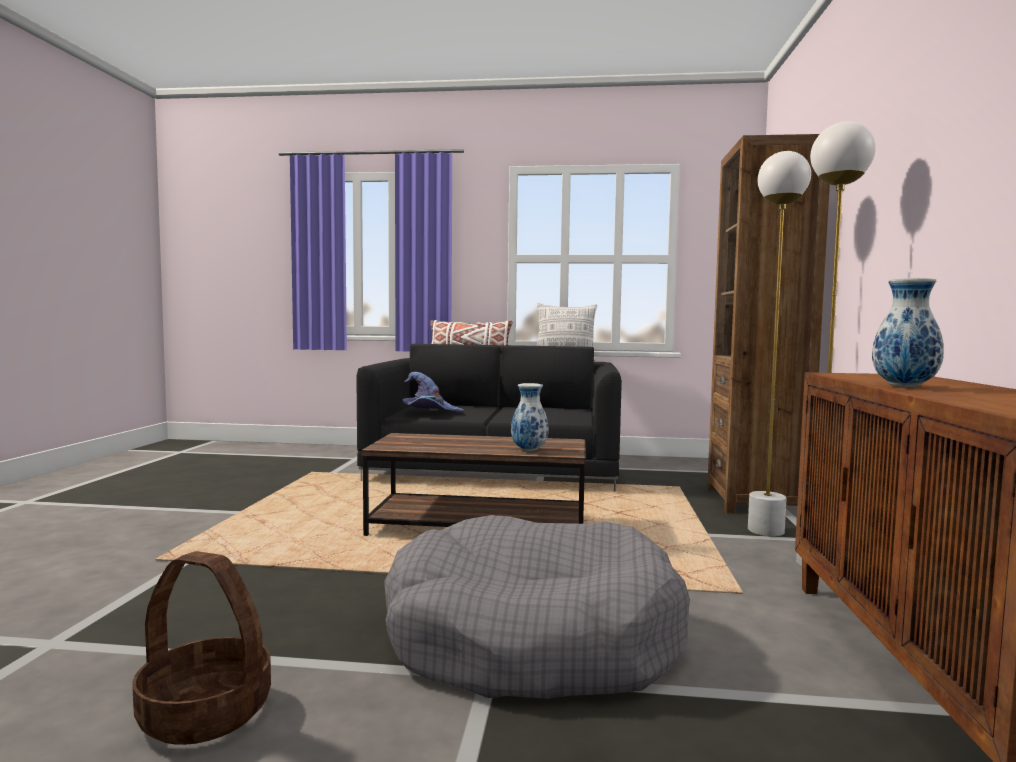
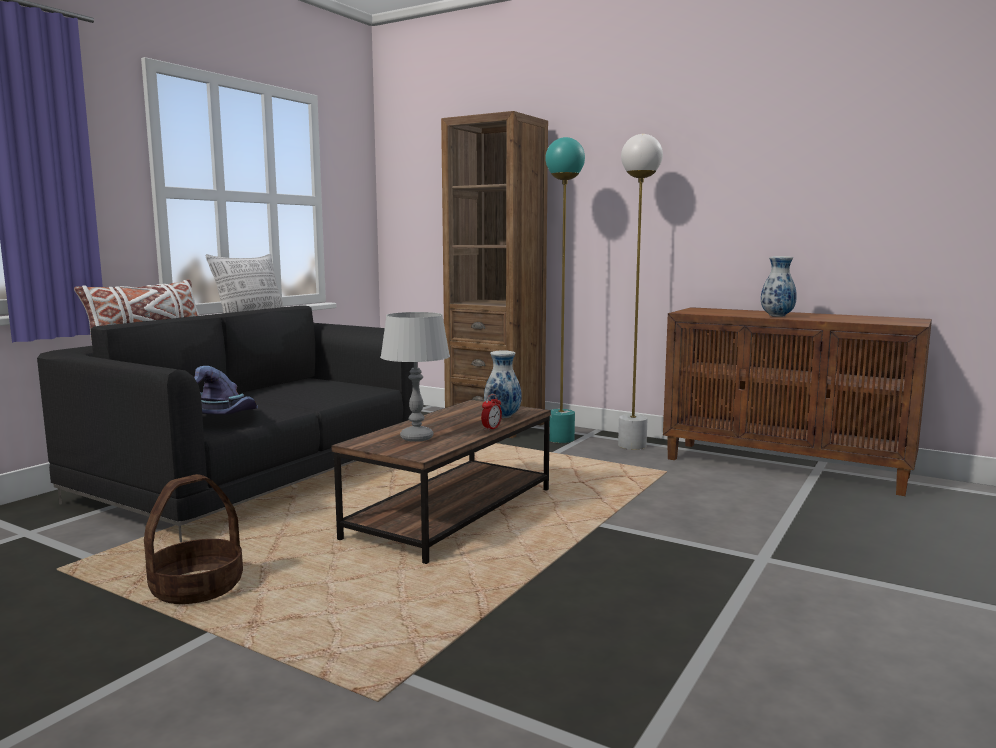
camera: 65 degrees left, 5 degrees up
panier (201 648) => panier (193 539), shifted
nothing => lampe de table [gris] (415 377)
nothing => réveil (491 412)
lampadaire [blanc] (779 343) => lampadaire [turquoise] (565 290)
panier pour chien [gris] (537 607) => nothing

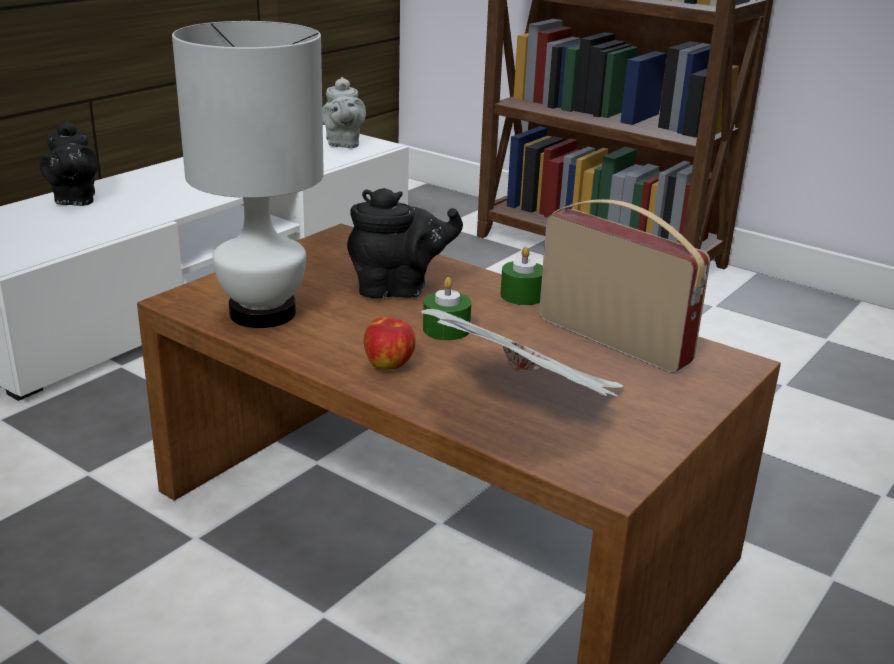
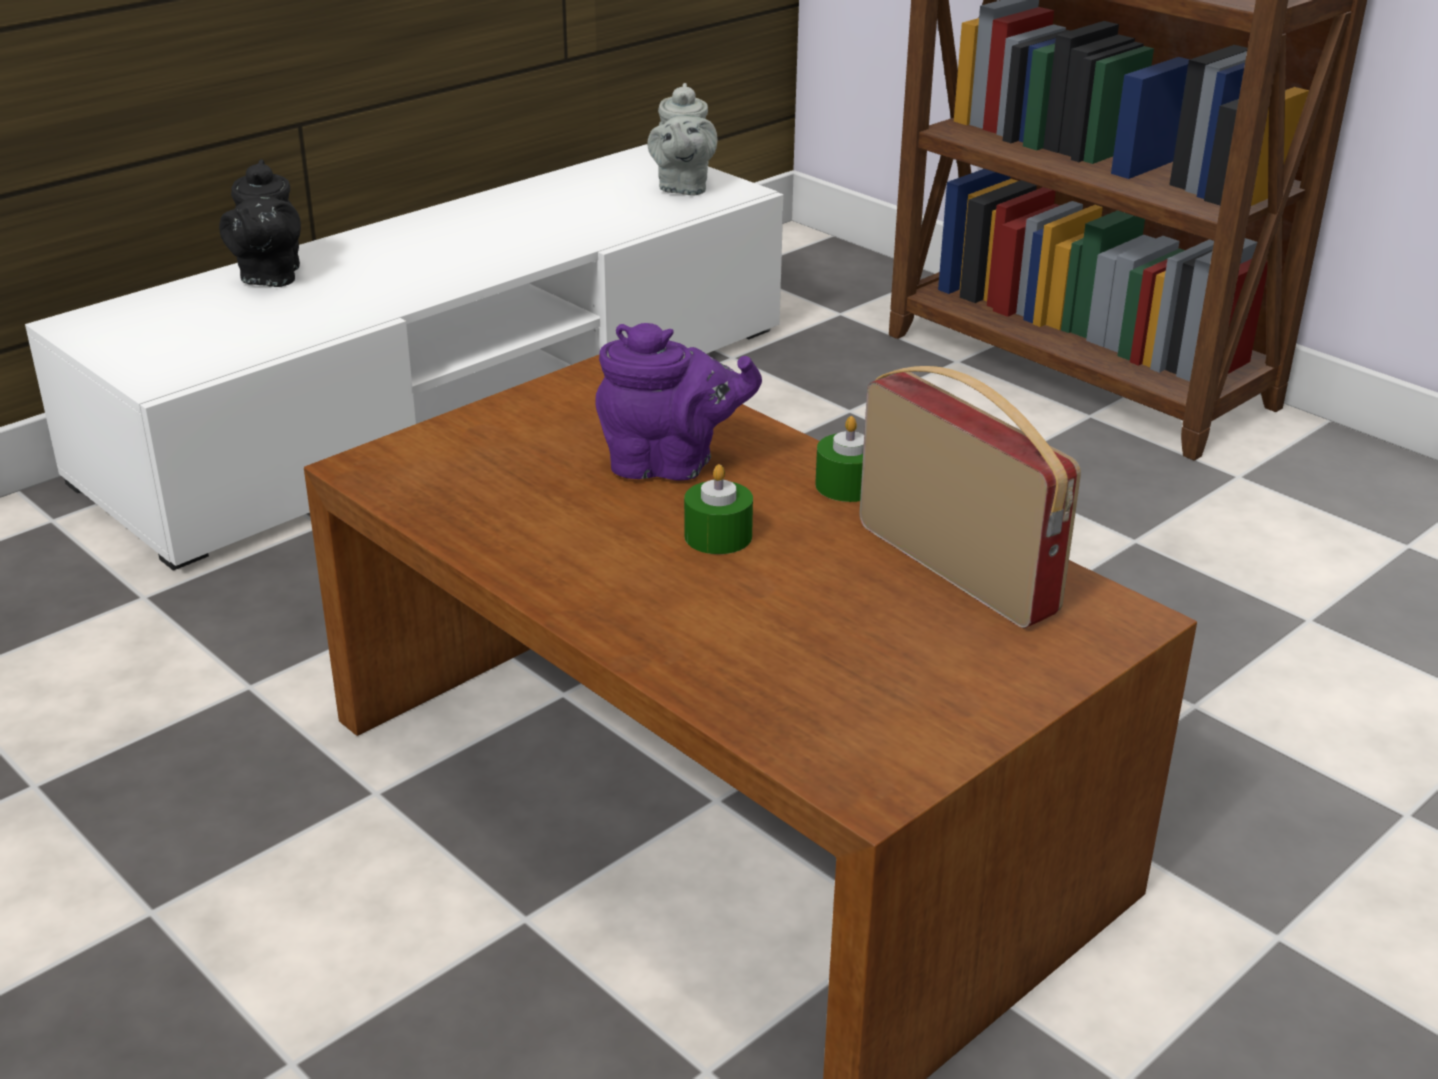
camera: 10 degrees right, 5 degrees up
théière [noir] (405 243) => théière [violet] (678 401)
lampe de table [blanc] (248 174) => nothing
pomme (390 343) => nothing
journal (522 353) => nothing

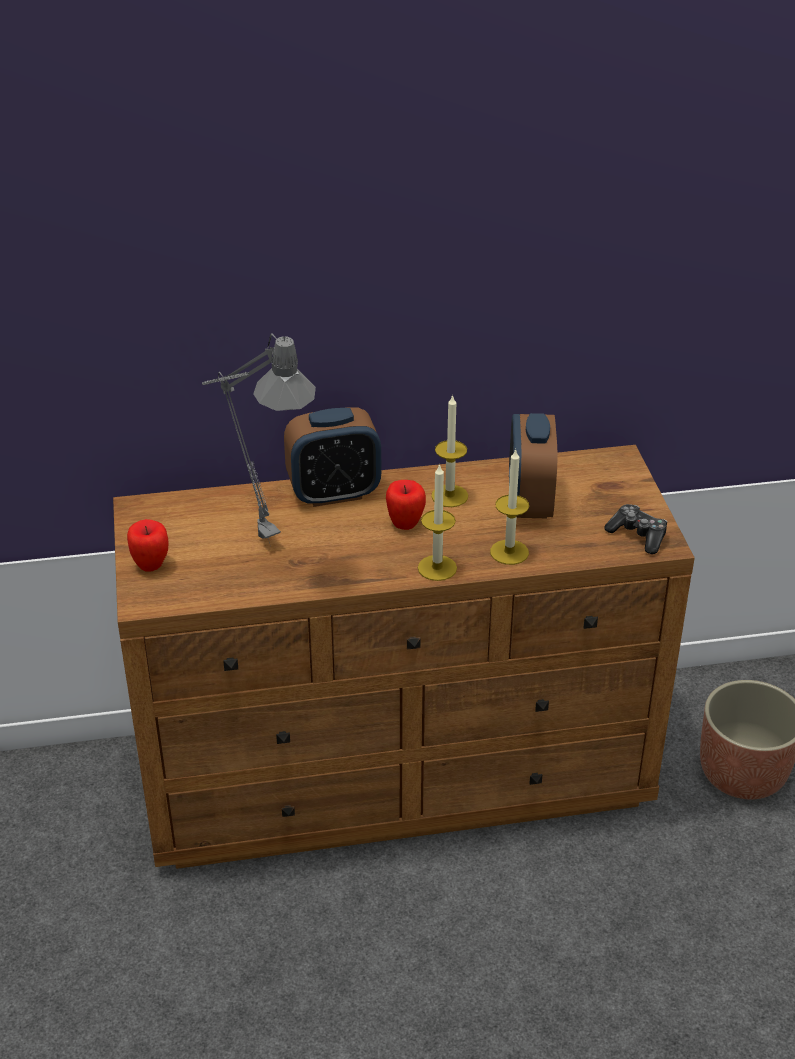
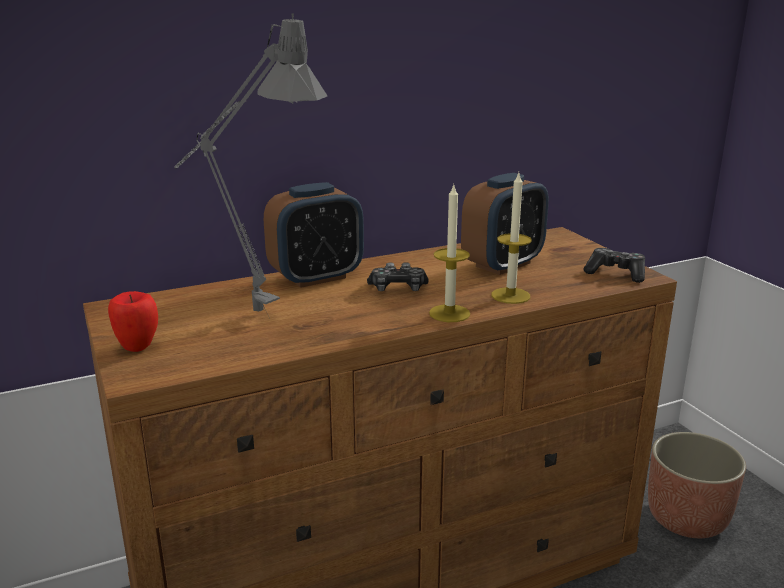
camera: 15 degrees left, 15 degrees down
pomme (406 505) => manette (398 276)
réveil (533 465) => réveil (505 224), 120 degrees counterclockwise
bougie (449 450) => nothing

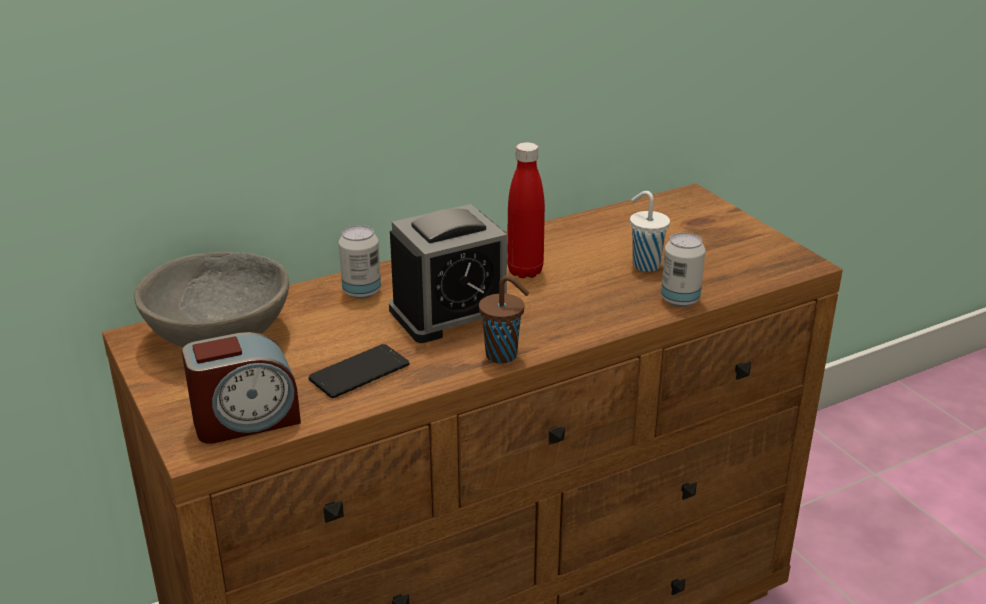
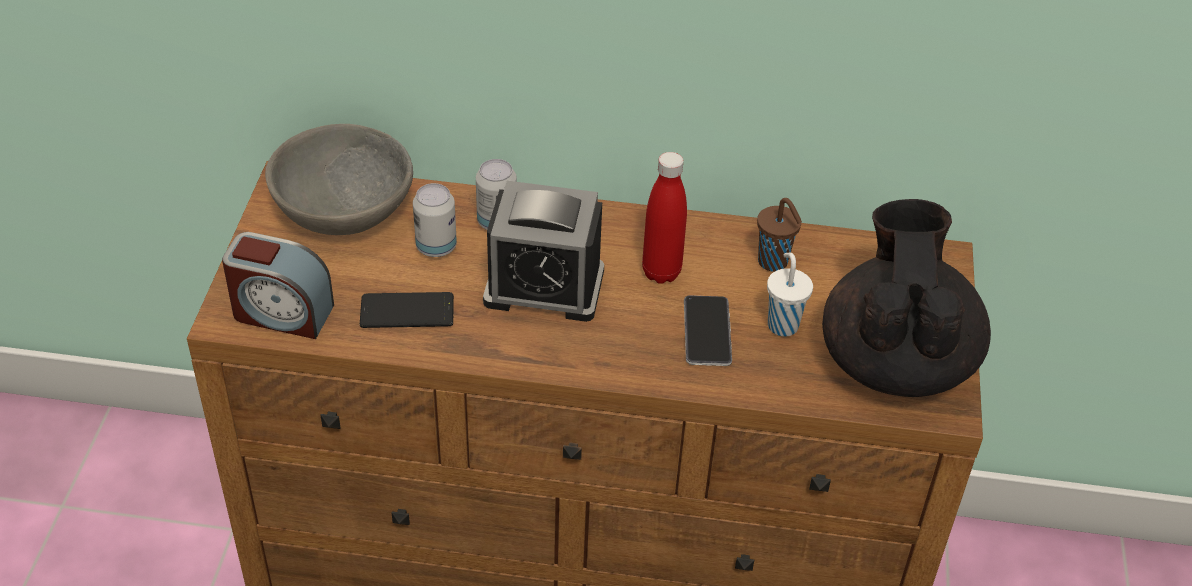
camera: 35 degrees right, 15 degrees up
boîte métallique (683 270) => boîte métallique (435 220), shifted
nothing => téléphone (708 330)
tasse [marron] (504 319) => tasse [marron] (779 235), shifted
nothing => théière [noir] (906 298)

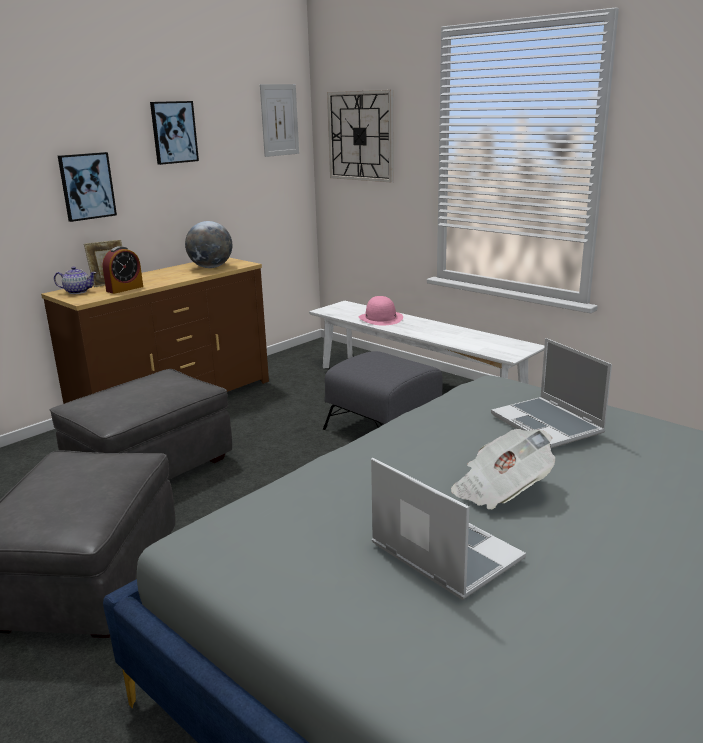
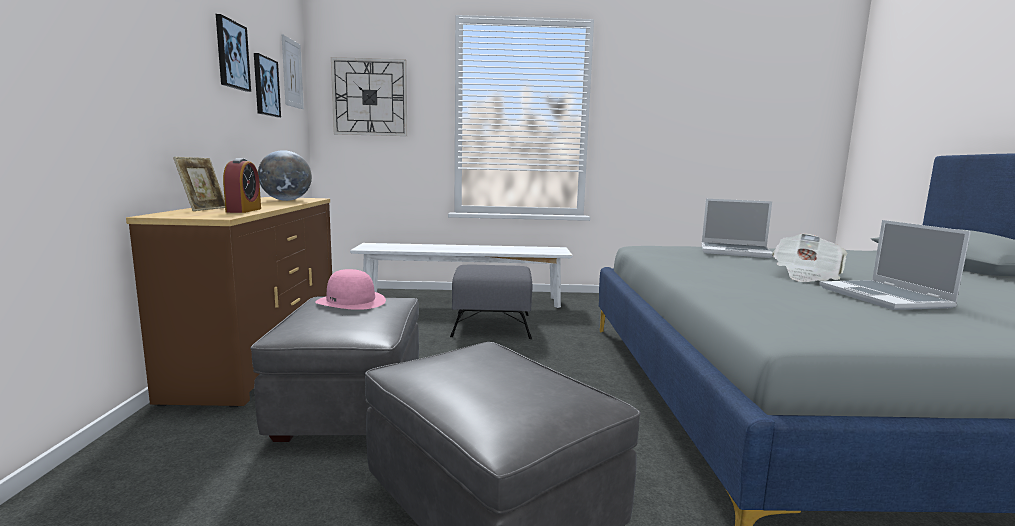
camera: 45 degrees left, 10 degrees down
tableau (87 187) => tableau (267 85), shifted
chapeau [rose] (381 310) => chapeau [rose] (350 289), shifted
ordinateur portable (448 529) => ordinateur portable (895 265), 105 degrees counterclockwise
théière (75 280) => nothing

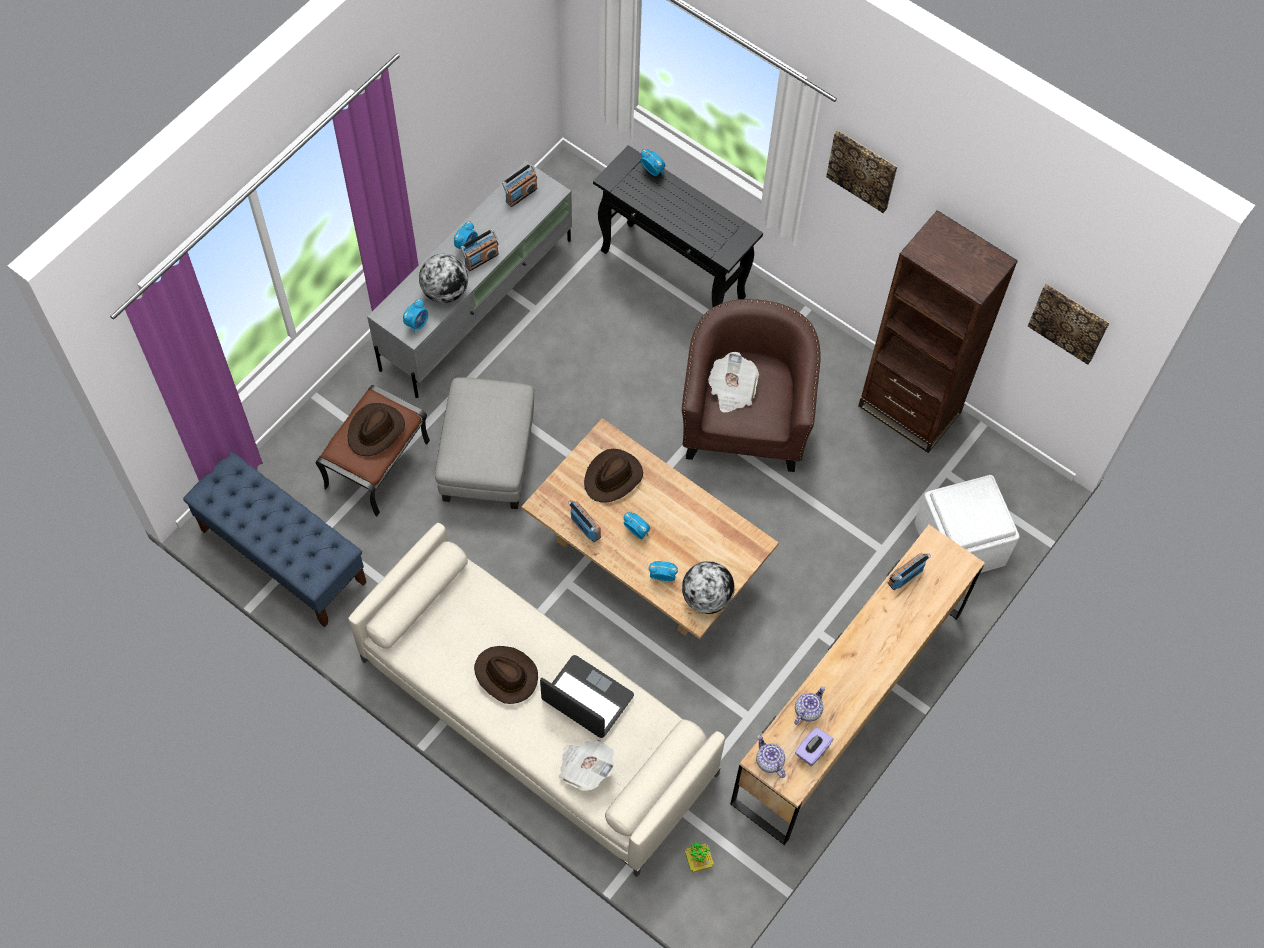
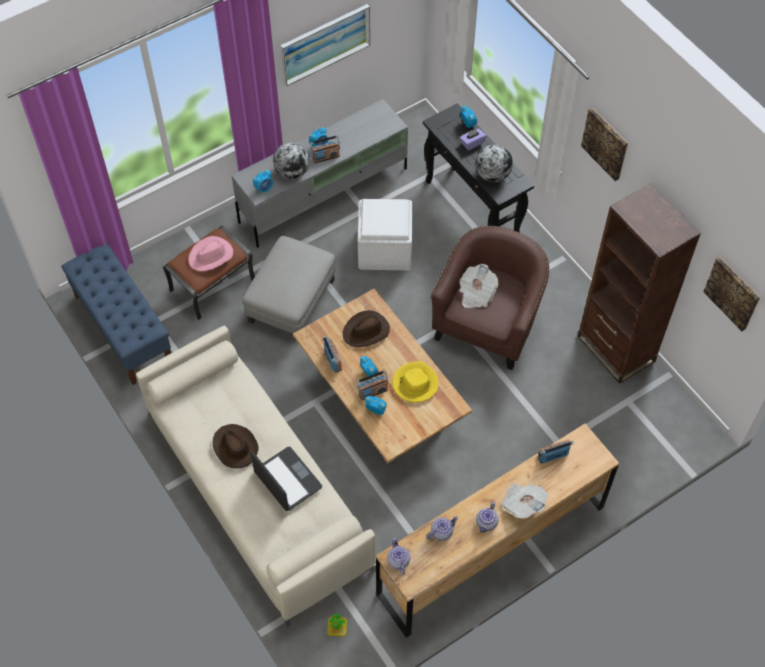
camera: 20 degrees right, 5 degrees down
chapeau [marron] (376 429) => chapeau [rose] (210 253)
nothing => tableau (325 45)
radio (520 185) => radio (372 385), shifted
pouf [blanc] (967 524) => pouf [blanc] (385 234), shifted
nothing => chapeau [jaune] (415 382)
boîte à mouchoirs [violet] (814 746) => boîte à mouchoirs [violet] (473 139), shifted
globe (708 587) => globe (494 163), shifted
nothing => théière (487 517)
journal (586 765) => journal (524 501), shifted

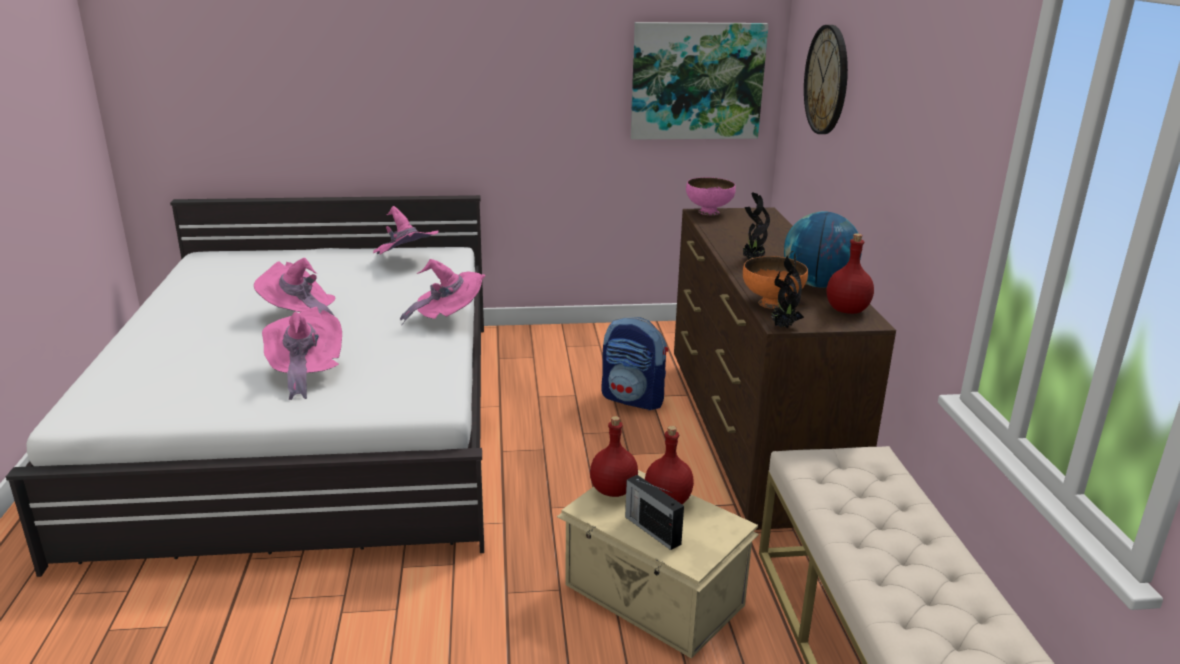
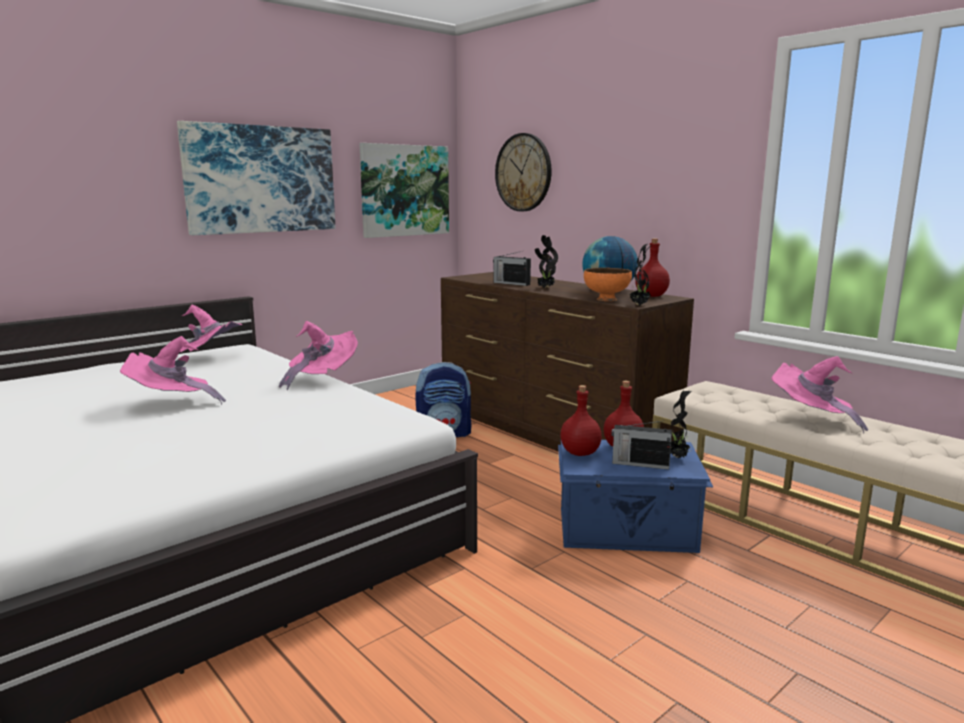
camera: 35 degrees left, 10 degrees down
nothing => tableau (256 178)
nothing => radio (512 268)
boîte de rangement [beige] (658 564) => boîte de rangement [bleu] (635 496)
nothing => plante en pot (681 424)
chapeau [rose] (302 353) => chapeau [rose] (819 395), shifted
bol [rose] (711 196) => nothing

